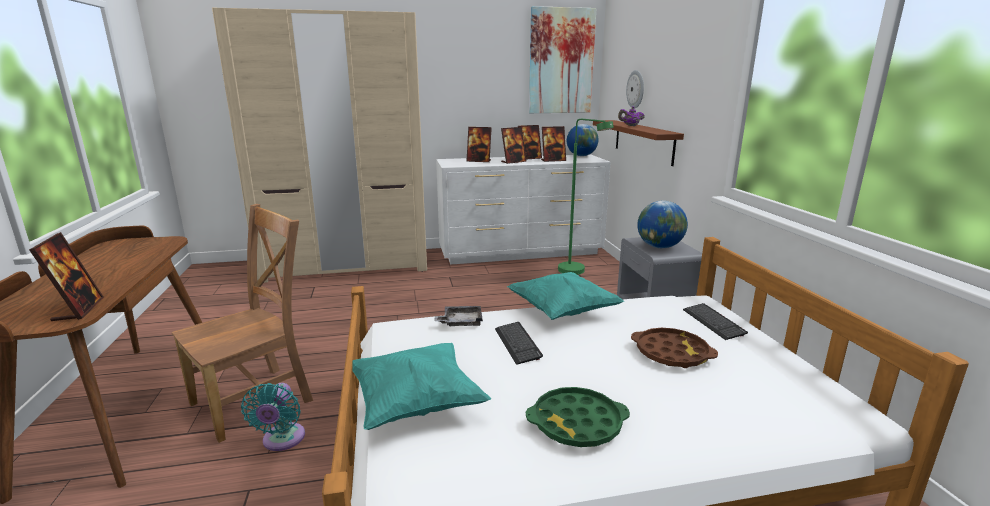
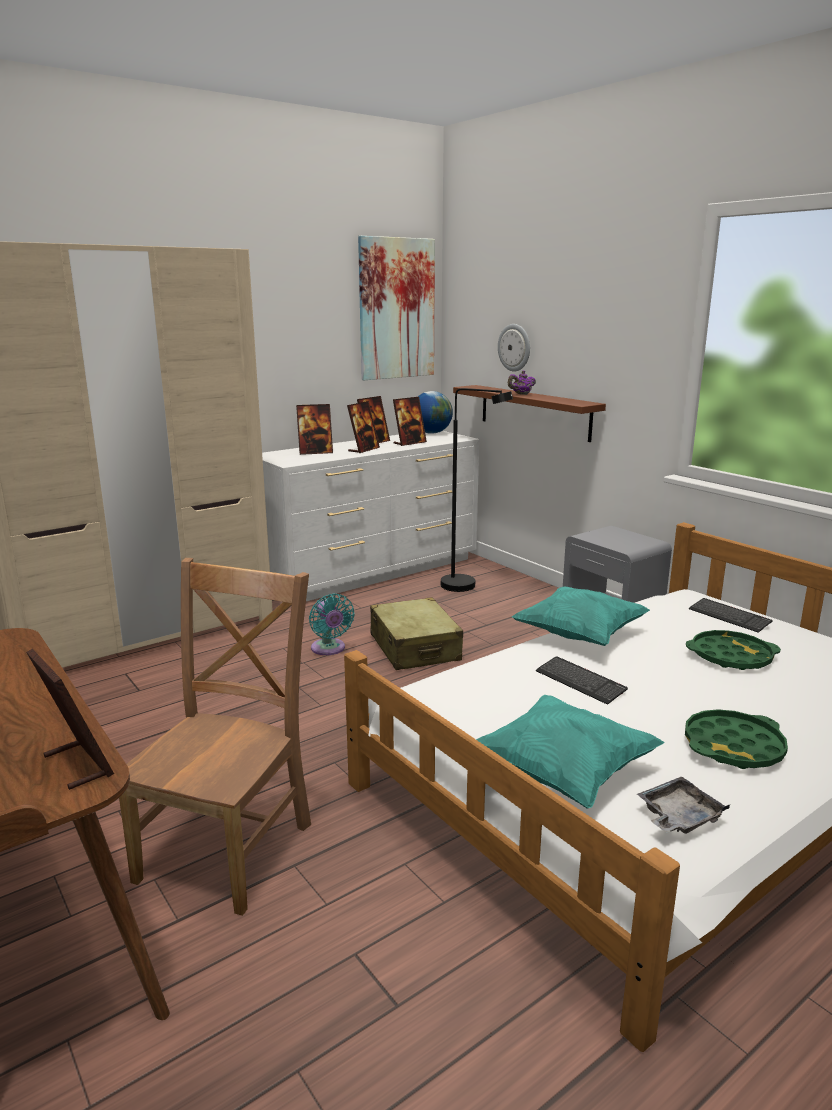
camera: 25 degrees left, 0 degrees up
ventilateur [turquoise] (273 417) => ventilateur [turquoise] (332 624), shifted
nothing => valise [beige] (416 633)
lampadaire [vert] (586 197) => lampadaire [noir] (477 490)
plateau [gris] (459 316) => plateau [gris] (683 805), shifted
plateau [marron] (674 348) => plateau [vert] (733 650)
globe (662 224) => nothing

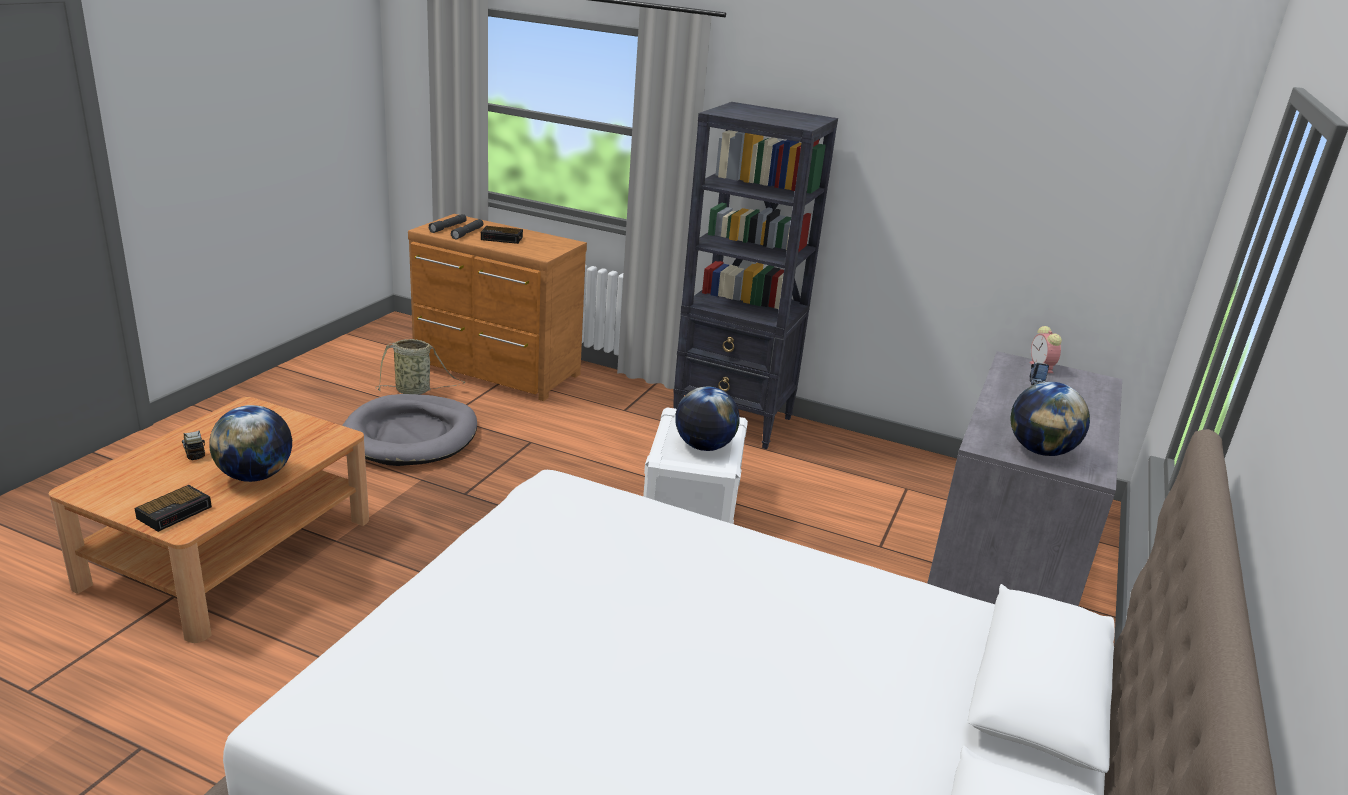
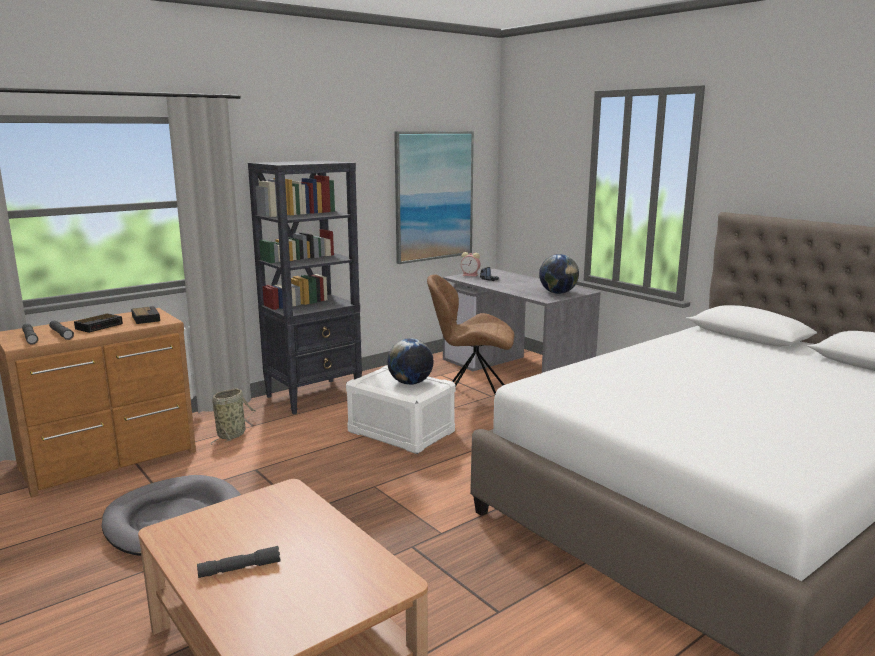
camera: 60 degrees left, 10 degrees down
réveil (173 508) => réveil (145 315), shifted
camion jouet (193 445) => lampe de poche [gris] (238 562)
panier (421 367) => panier (233 416), shifted
nothing => tableau (434 197)
nothing => chaise [marron] (470 334)
globe (250 443) => nothing

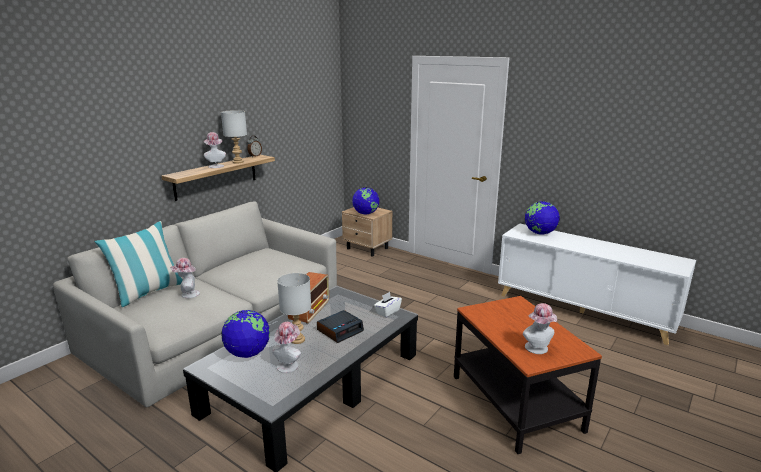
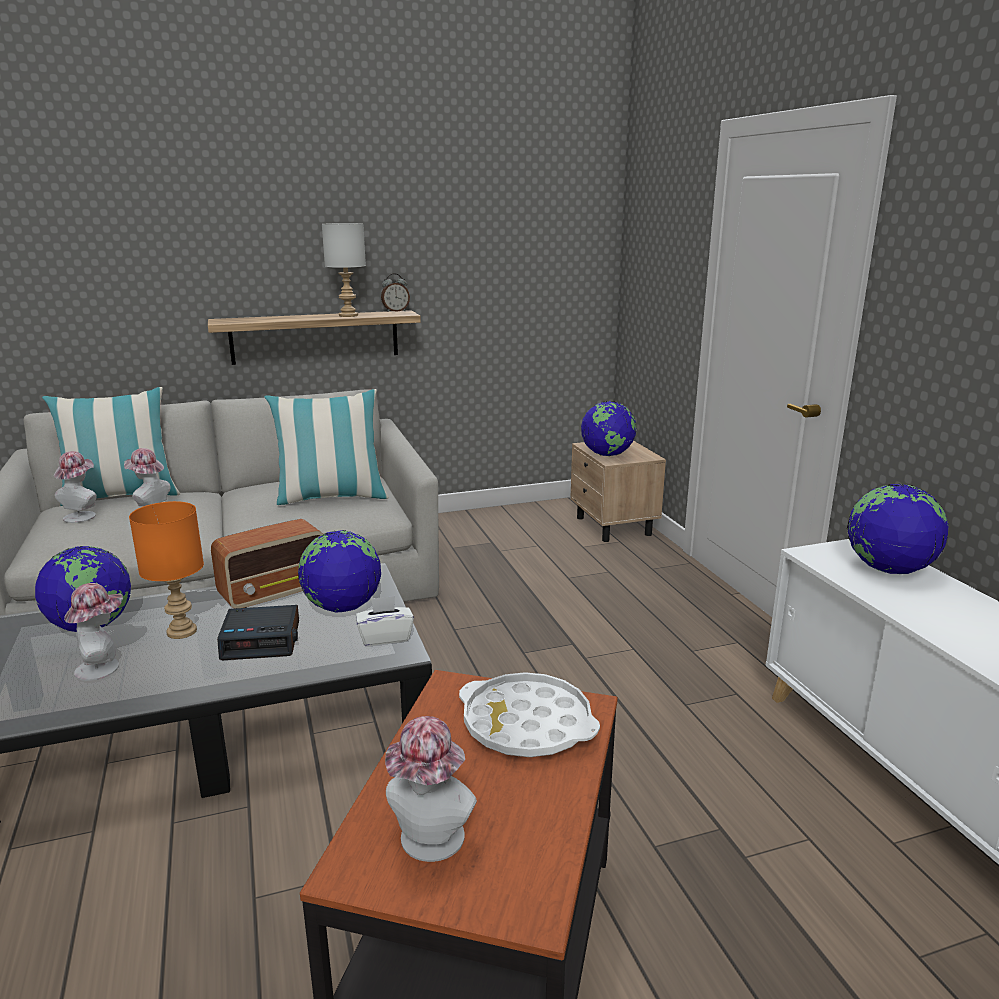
camera: 35 degrees right, 0 degrees up
chapeau (215 150) => chapeau (75 487), shifted
lampe de table [gris] (294 308) => lampe de table [orange] (166 570)
nothing => coussin (326 447)
nothing => globe (339 571)
nothing => plateau [blanc] (529 714)

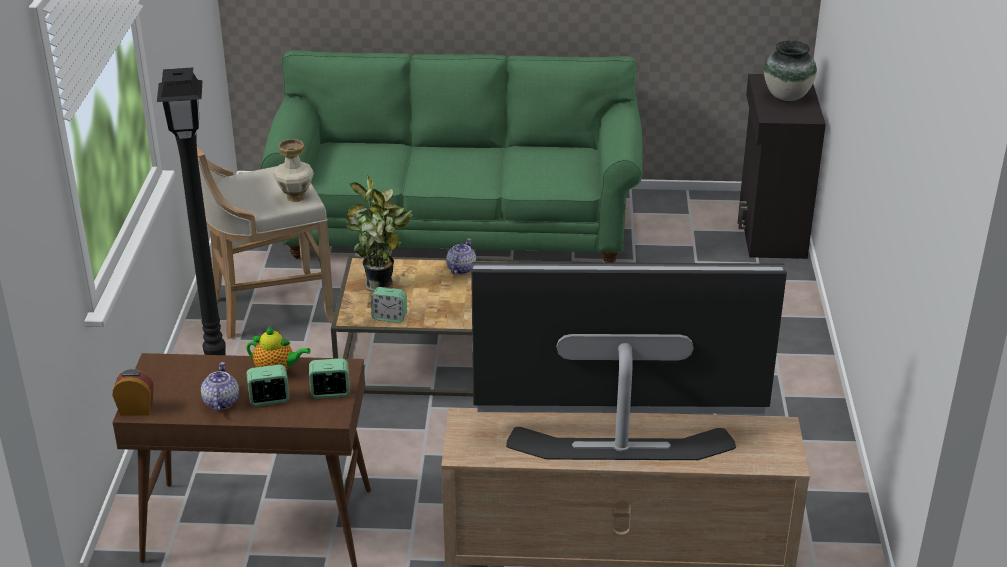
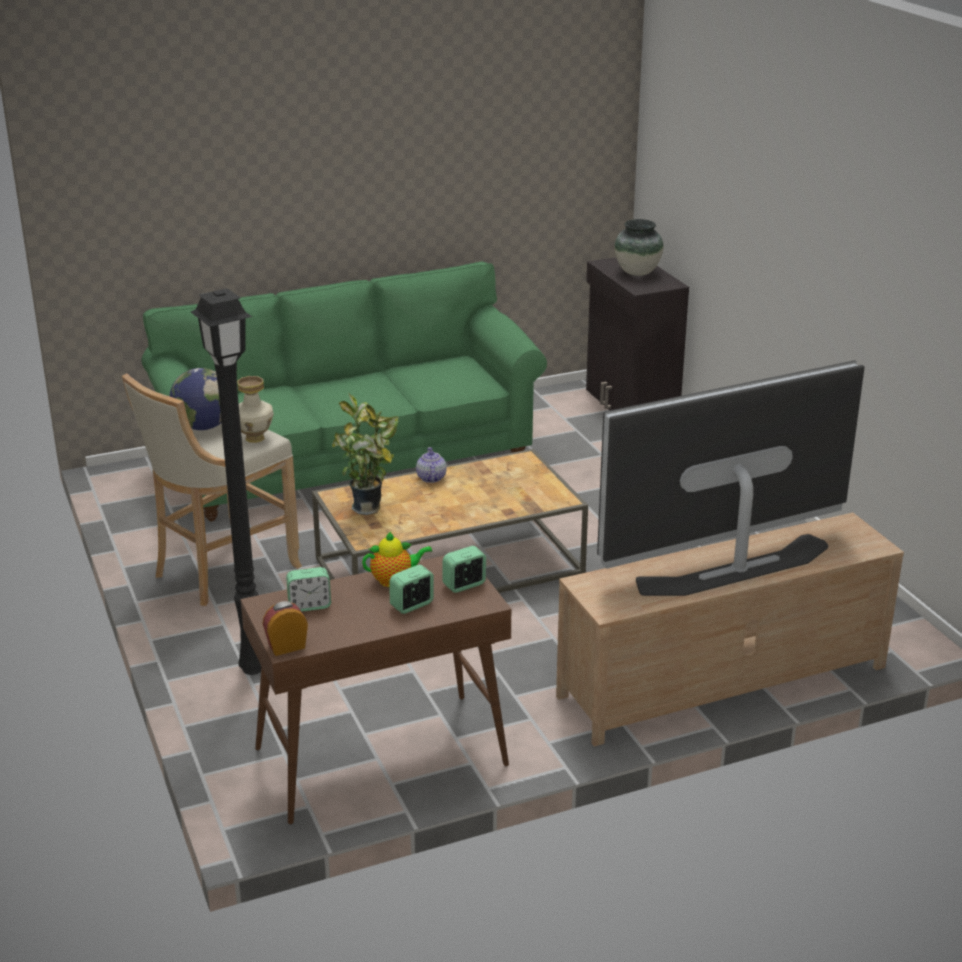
camera: 25 degrees left, 5 degrees down
nothing => globe (195 399)
réveil (389 305) => réveil (308 589), shifted
théière (220 387) => nothing

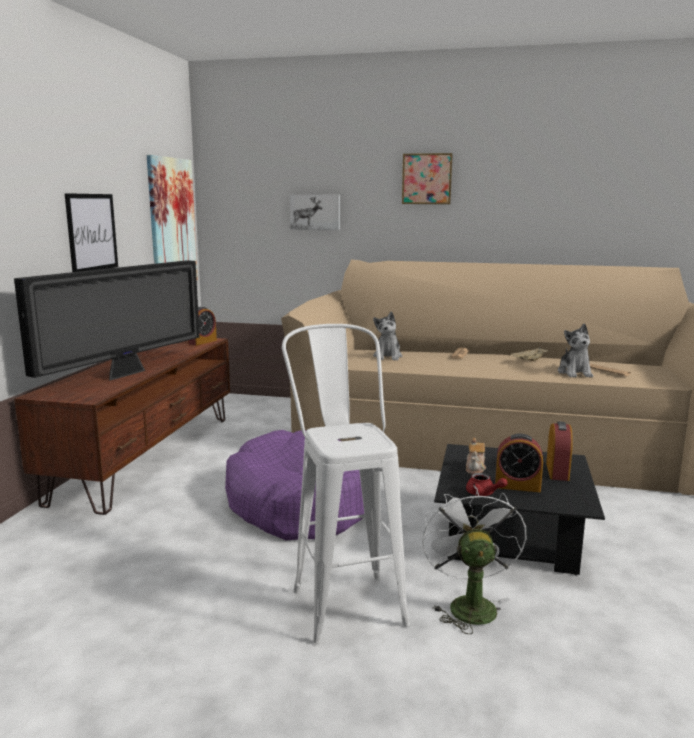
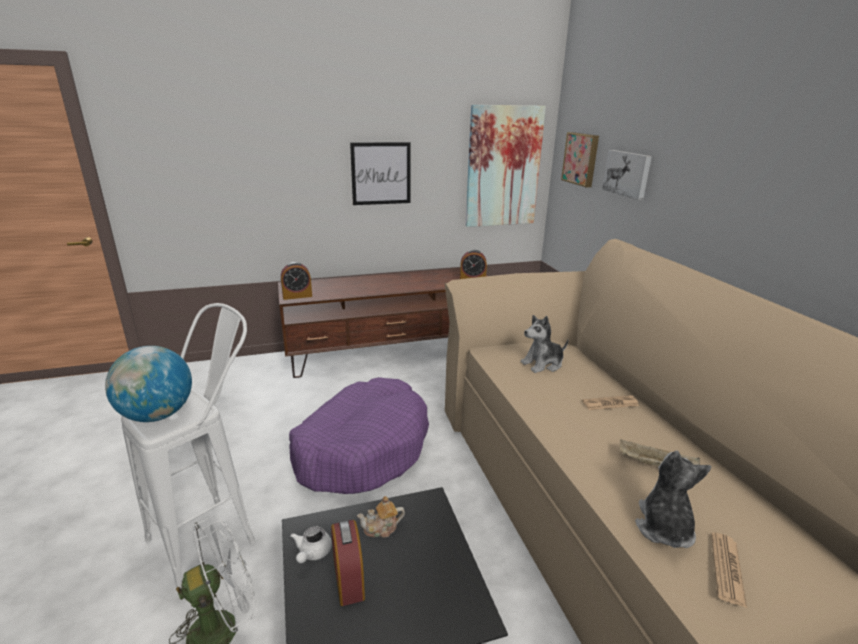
camera: 60 degrees right, 10 degrees up
nothing => globe (148 384)
réveil (559 451) => réveil (296 281), shifted
théière [rouge] (487 484) => théière [blanc] (311 544)
tableau (427 178) => tableau (580 159), shifted
peluche (575 350) => peluche (673 499), 135 degrees clockwise
téléviseur (107 320) => nothing

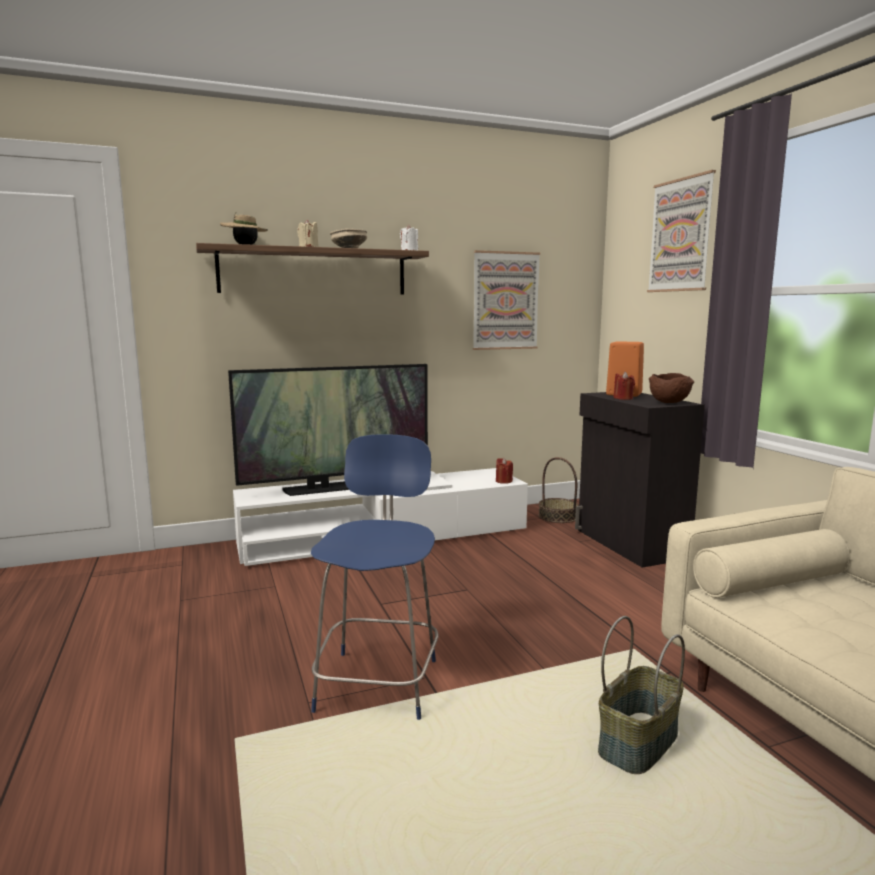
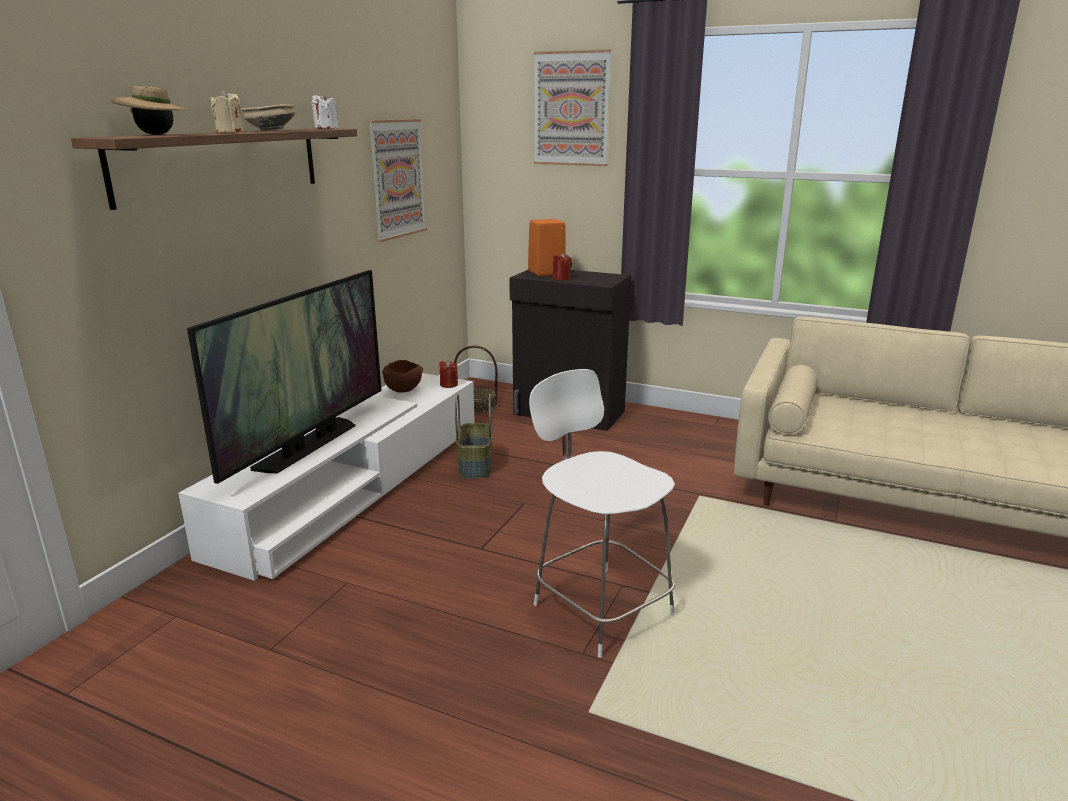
camera: 45 degrees left, 10 degrees up
bol [marron] (671 388) => bol [marron] (402 376), shifted
panier (641 695) => panier (474 436), shifted
tabouret [bleu] (374 577) => tabouret [blanc] (602 513)

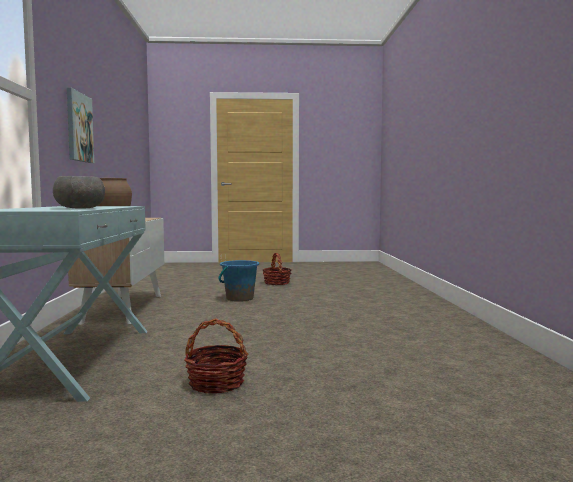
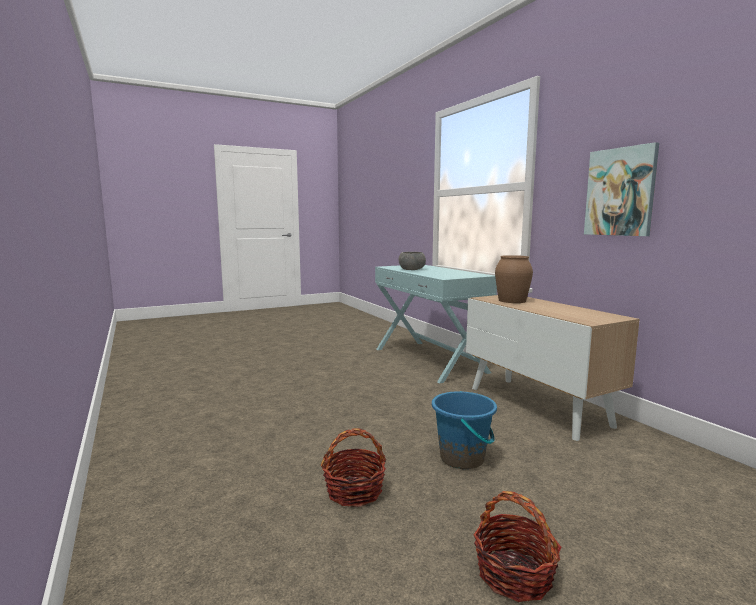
camera: 155 degrees right, 5 degrees up
panier (216 355) => panier (353 468), shifted

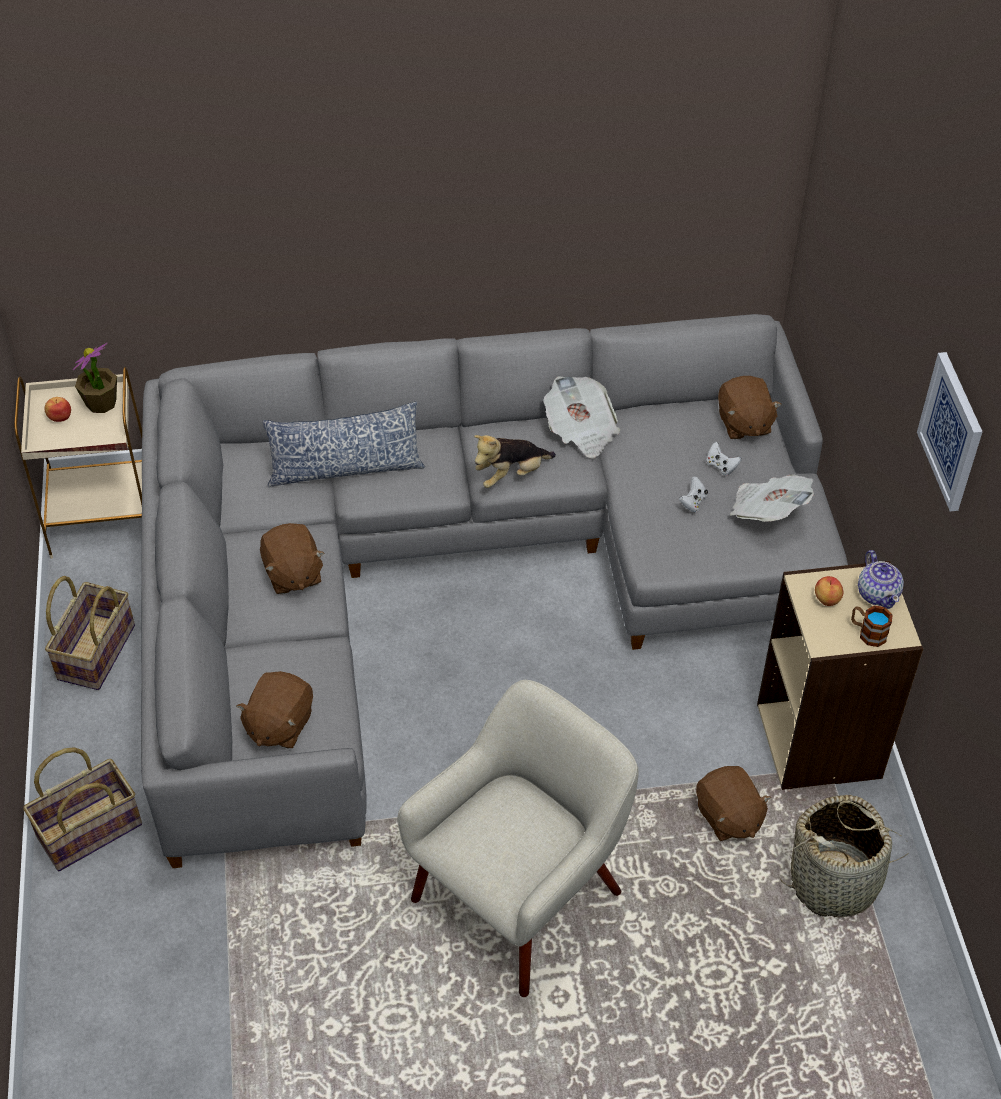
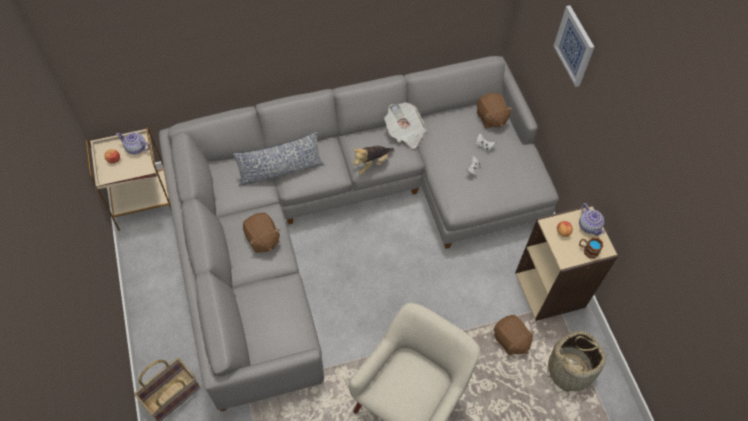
camera: 10 degrees left, 10 degrees up
plante en pot (95 378) => théière (133 143)
tableau (950 431) => tableau (573 46), shifted
panier (90 633) => nothing
peluche [marron] (274 709) => nothing
journal (772 498) => nothing

